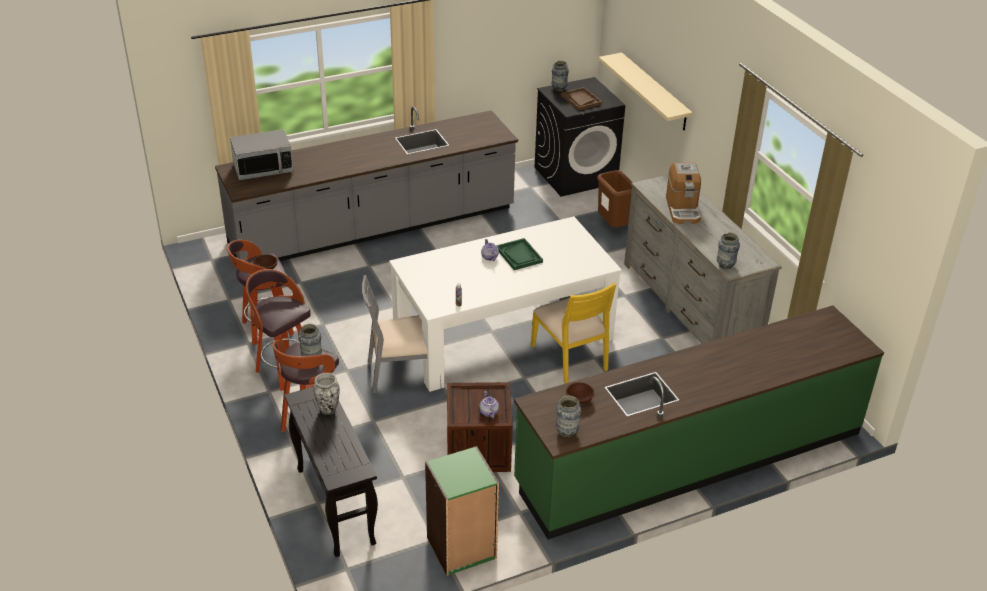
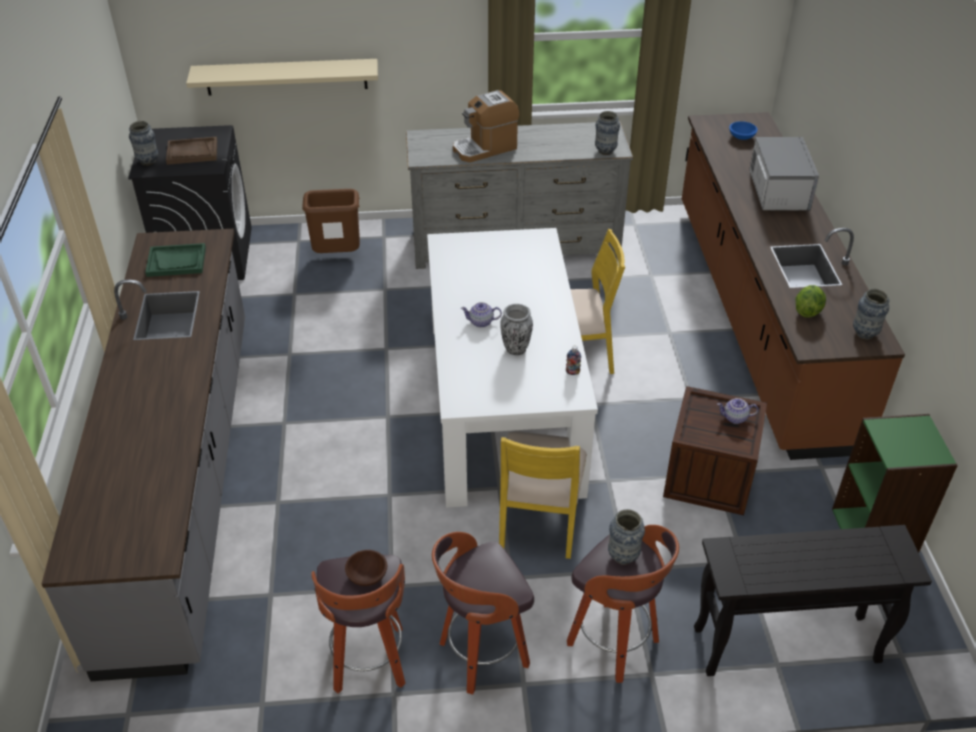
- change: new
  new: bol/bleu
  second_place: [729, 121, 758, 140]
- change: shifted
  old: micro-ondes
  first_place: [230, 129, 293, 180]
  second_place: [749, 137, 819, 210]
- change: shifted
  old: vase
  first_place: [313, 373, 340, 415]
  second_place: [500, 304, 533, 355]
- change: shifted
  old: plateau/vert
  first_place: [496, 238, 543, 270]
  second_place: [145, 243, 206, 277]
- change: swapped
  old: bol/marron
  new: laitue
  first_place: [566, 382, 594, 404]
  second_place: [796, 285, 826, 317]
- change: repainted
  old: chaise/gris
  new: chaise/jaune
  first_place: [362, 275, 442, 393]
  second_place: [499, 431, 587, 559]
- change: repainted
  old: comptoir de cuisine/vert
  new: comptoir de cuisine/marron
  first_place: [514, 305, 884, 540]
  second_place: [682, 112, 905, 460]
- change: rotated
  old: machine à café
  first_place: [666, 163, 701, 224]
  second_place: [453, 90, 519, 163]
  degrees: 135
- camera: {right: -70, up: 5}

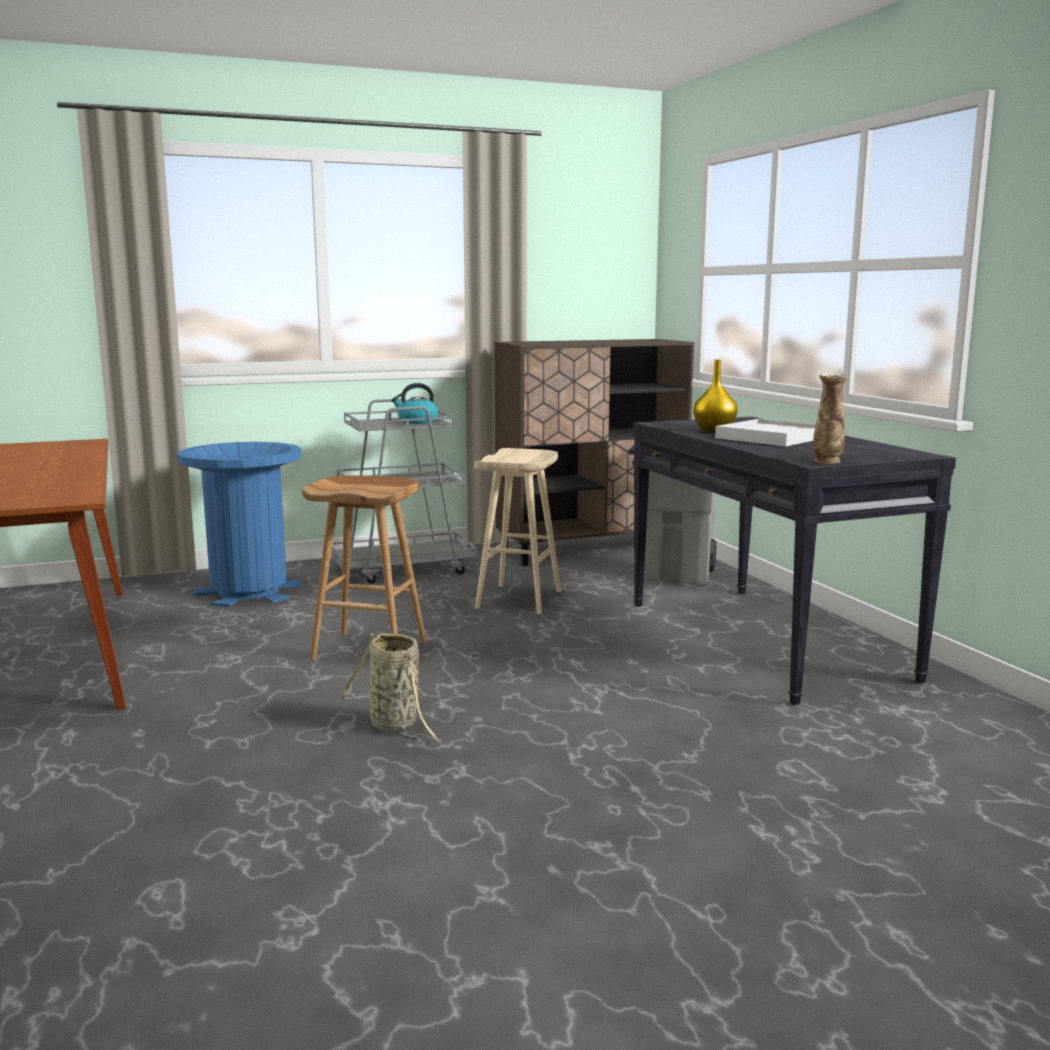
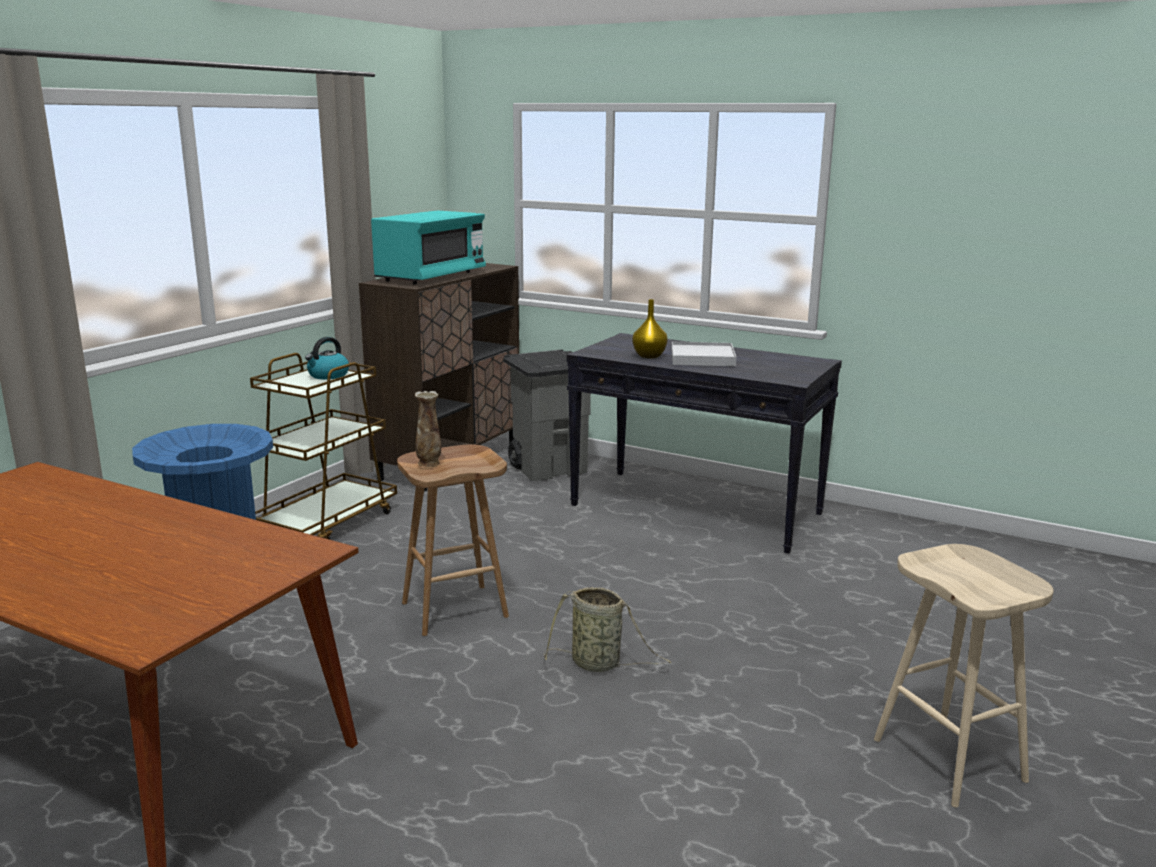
- change: new
  new: micro-ondes/turquoise
  second_place: [371, 211, 486, 285]
- change: shifted
  old: tabouret/beige
  first_place: [474, 448, 561, 614]
  second_place: [874, 544, 1054, 808]
- change: shifted
  old: vase
  first_place: [813, 374, 848, 464]
  second_place: [415, 391, 441, 467]
- change: repainted
  old: chariot/gris
  new: chariot/marron
  first_place: [331, 399, 477, 584]
  second_place: [250, 353, 397, 540]
- camera: {right: -40, up: 5}

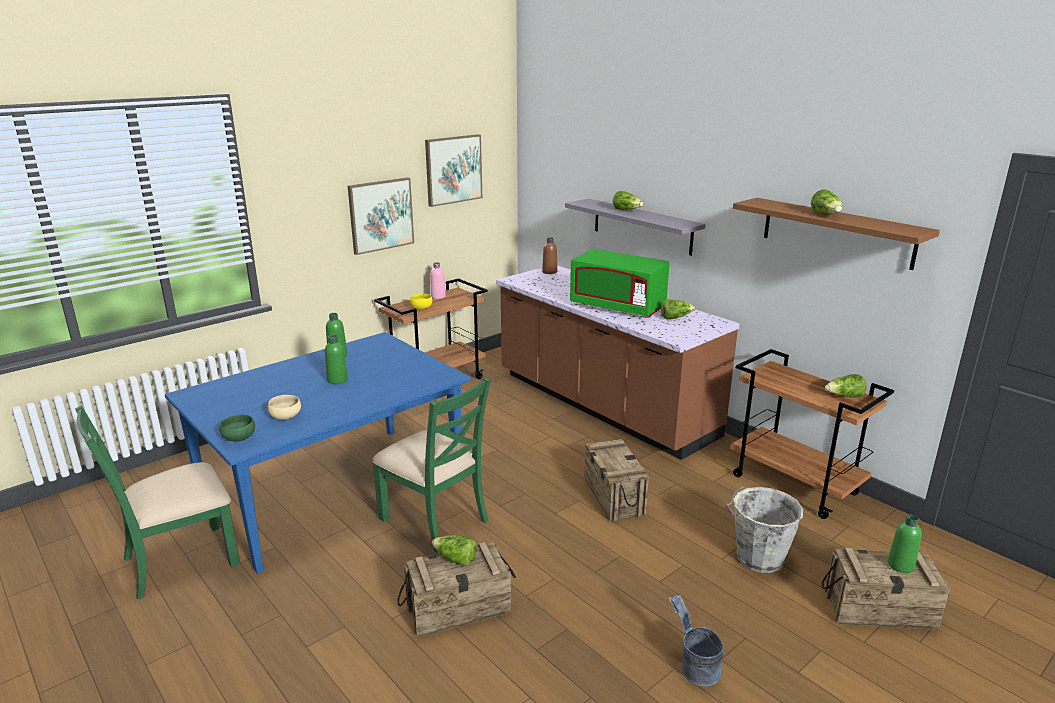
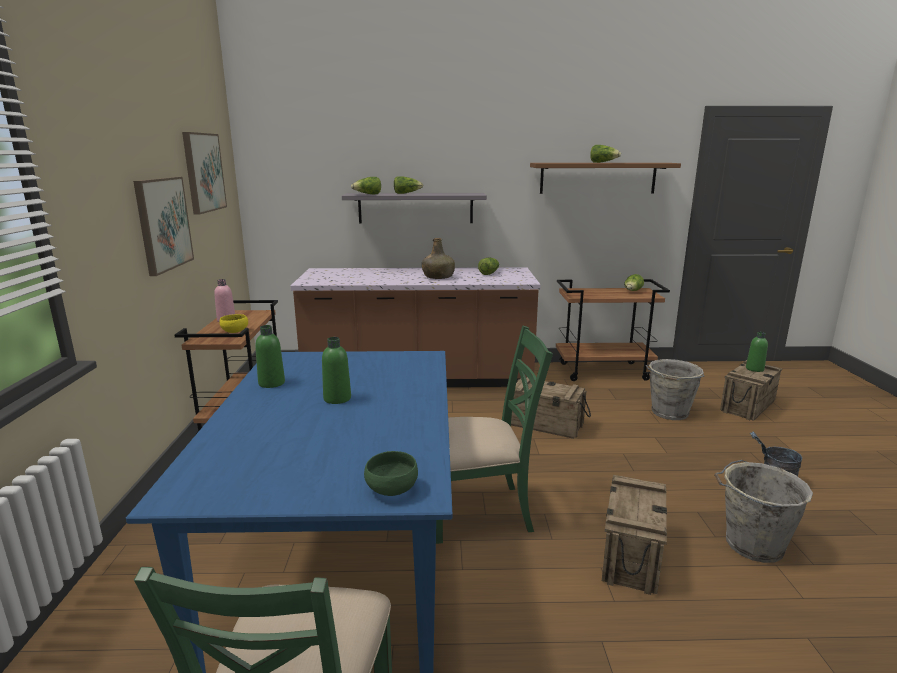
- change: gone
  old: bol/beige
  first_place: [268, 395, 301, 420]
- change: gone
  old: bouteille/marron
  first_place: [542, 237, 557, 274]
- change: new
  new: seau/gris
  second_place: [714, 460, 813, 563]
- change: shifted
  old: laitue
  first_place: [432, 535, 477, 566]
  second_place: [351, 177, 381, 194]
- change: swapped
  old: micro-ondes/vert
  new: bouteille/vert
  first_place: [570, 249, 670, 317]
  second_place: [422, 238, 455, 279]
- camera: {right: -50, up: -5}

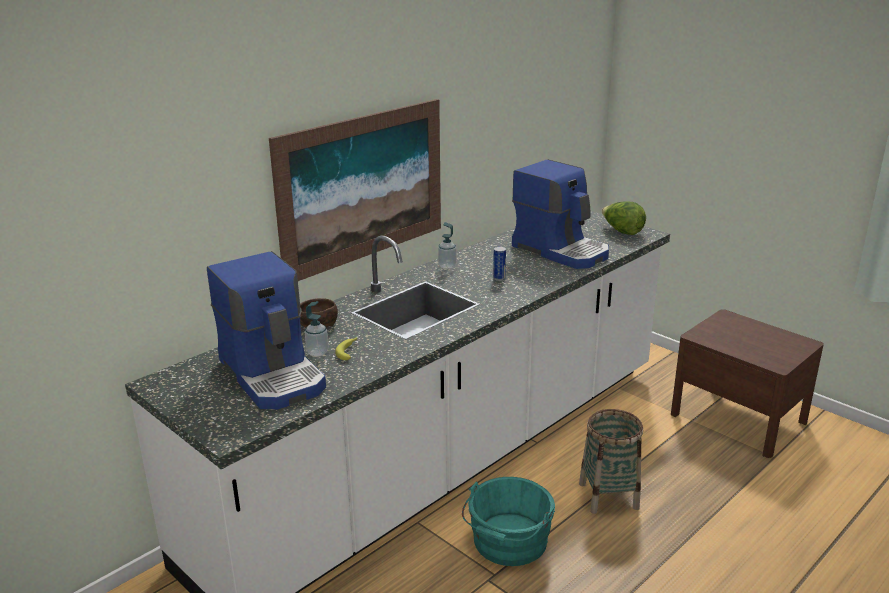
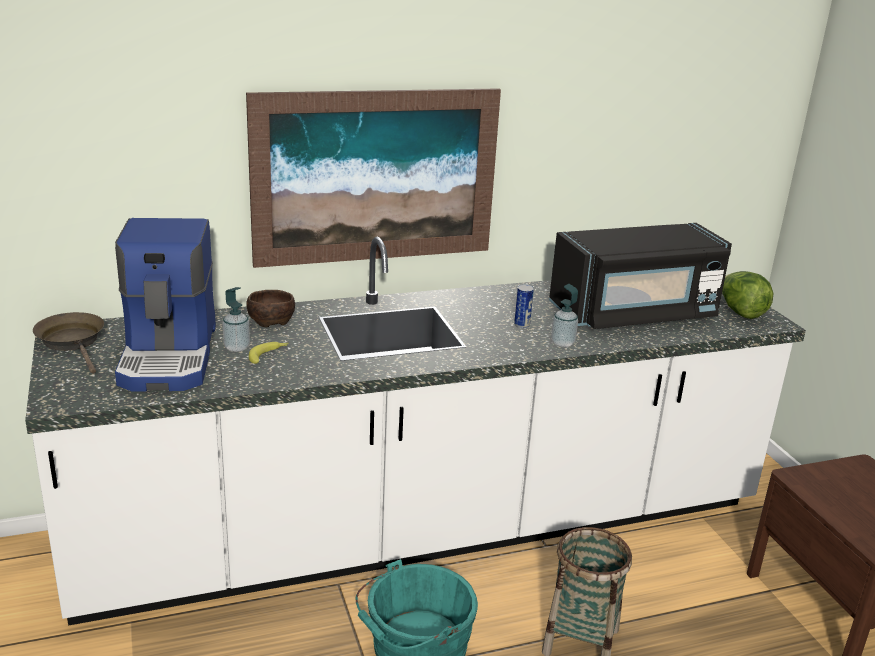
- change: new
  new: poêle/marron
  second_place: [33, 312, 104, 374]
- change: shifted
  old: distributeur de savon
  first_place: [438, 222, 456, 269]
  second_place: [551, 284, 578, 347]
- change: swapped
  old: machine à café
  new: micro-ondes/noir
  first_place: [512, 159, 609, 269]
  second_place: [549, 223, 732, 329]
- camera: {right: 25, up: 0}

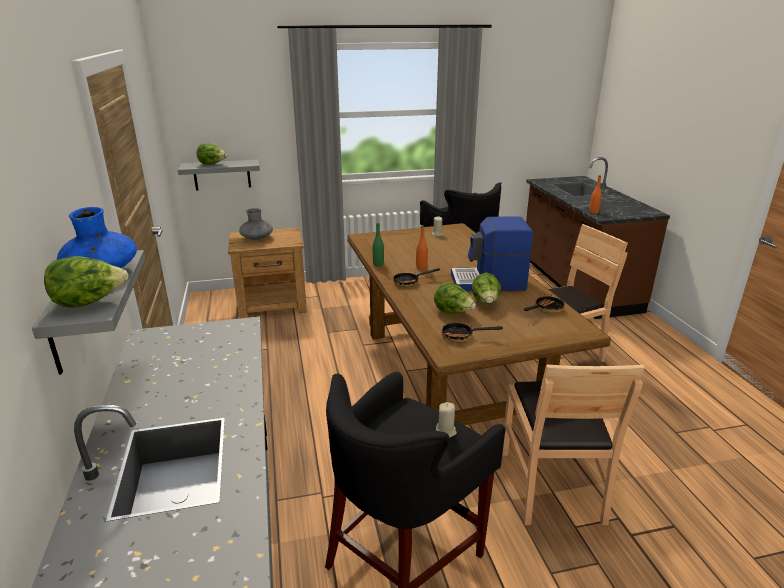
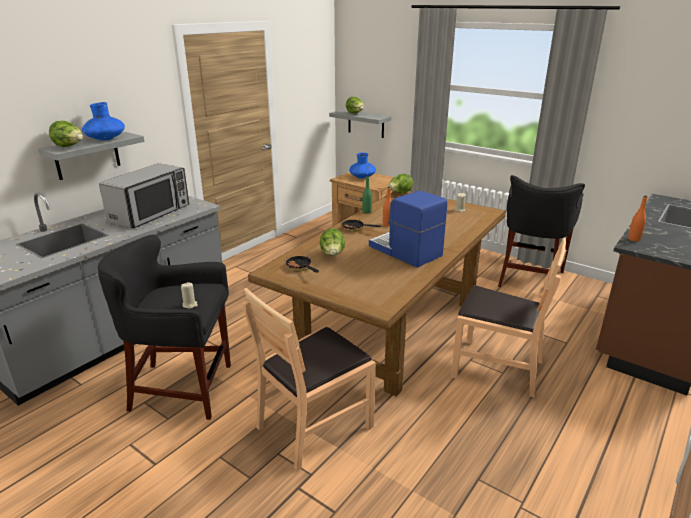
- change: gone
  old: poêle
  first_place: [524, 294, 565, 314]
- change: new
  new: micro-ondes
  second_place: [99, 163, 189, 228]
- change: shifted
  old: laitue
  first_place: [472, 273, 501, 304]
  second_place: [387, 174, 413, 193]
- change: repainted
  old: vase/gris
  new: vase/bleu
  first_place: [239, 208, 273, 241]
  second_place: [349, 153, 376, 179]
- camera: {right: 50, up: 0}

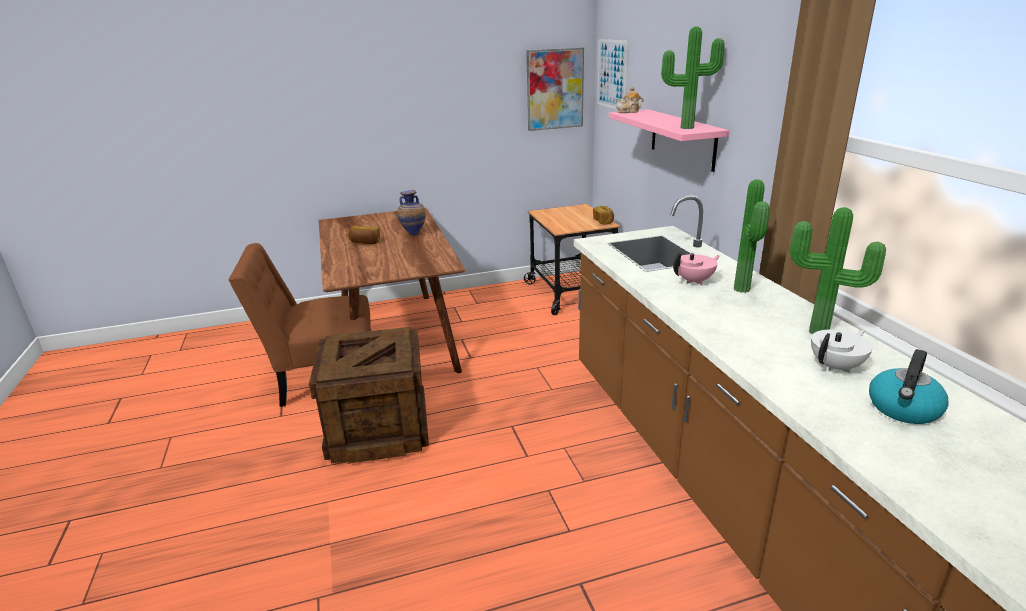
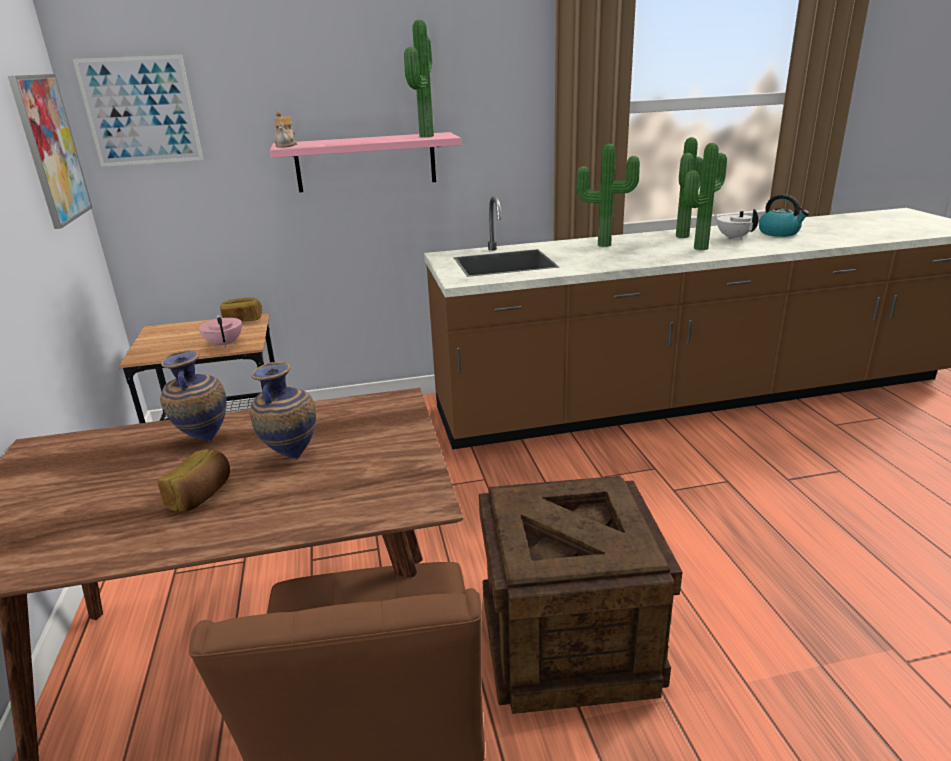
- change: new
  new: vase
  second_place: [250, 362, 316, 459]
- change: new
  new: plante en pot
  second_place: [683, 143, 727, 250]
- change: shifted
  old: théière/rose
  first_place: [673, 252, 720, 285]
  second_place: [199, 315, 242, 348]
- camera: {right: -85, up: 0}

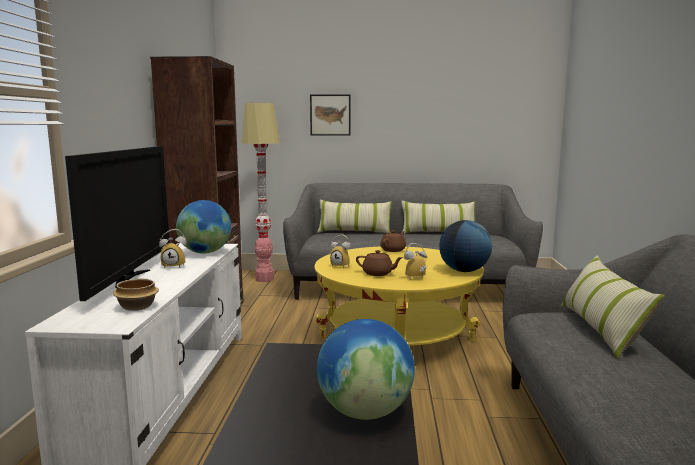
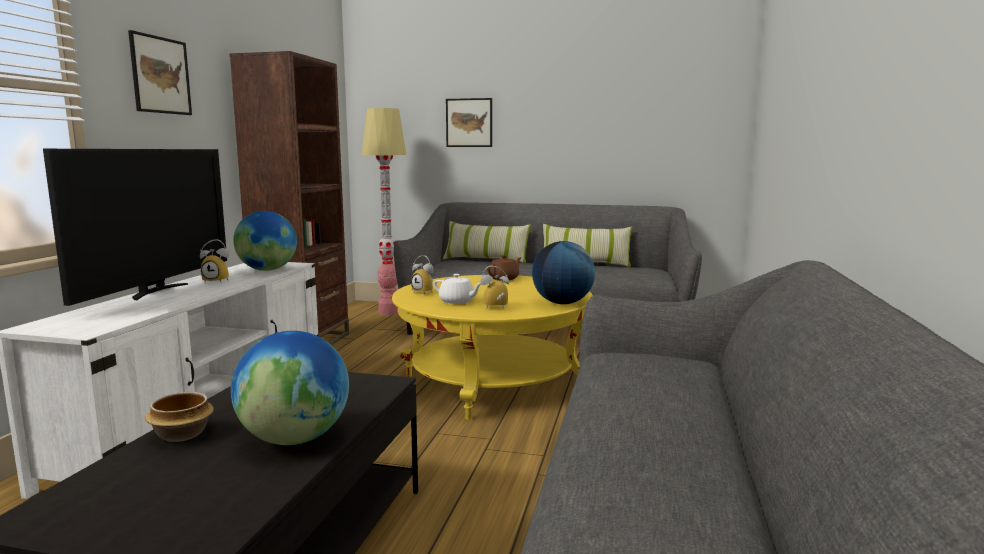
- change: gone
  old: coussin
  first_place: [561, 255, 665, 359]
- change: new
  new: tableau
  second_place: [128, 30, 192, 115]
- change: shifted
  old: bol
  first_place: [113, 279, 159, 311]
  second_place: [145, 392, 214, 442]
- change: repainted
  old: théière/marron
  new: théière/blanc
  first_place: [356, 250, 403, 276]
  second_place: [434, 274, 481, 304]
- camera: {right: 10, up: 0}

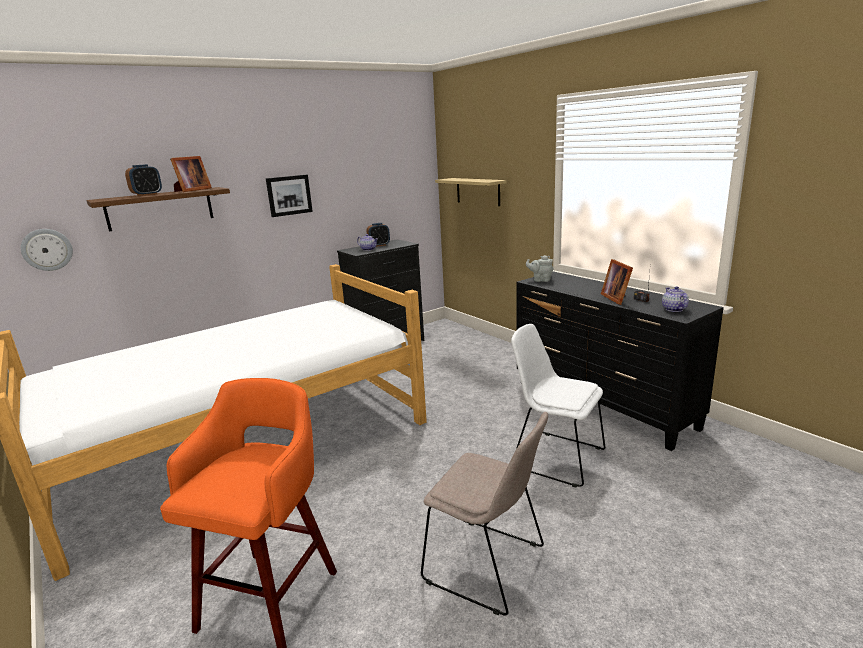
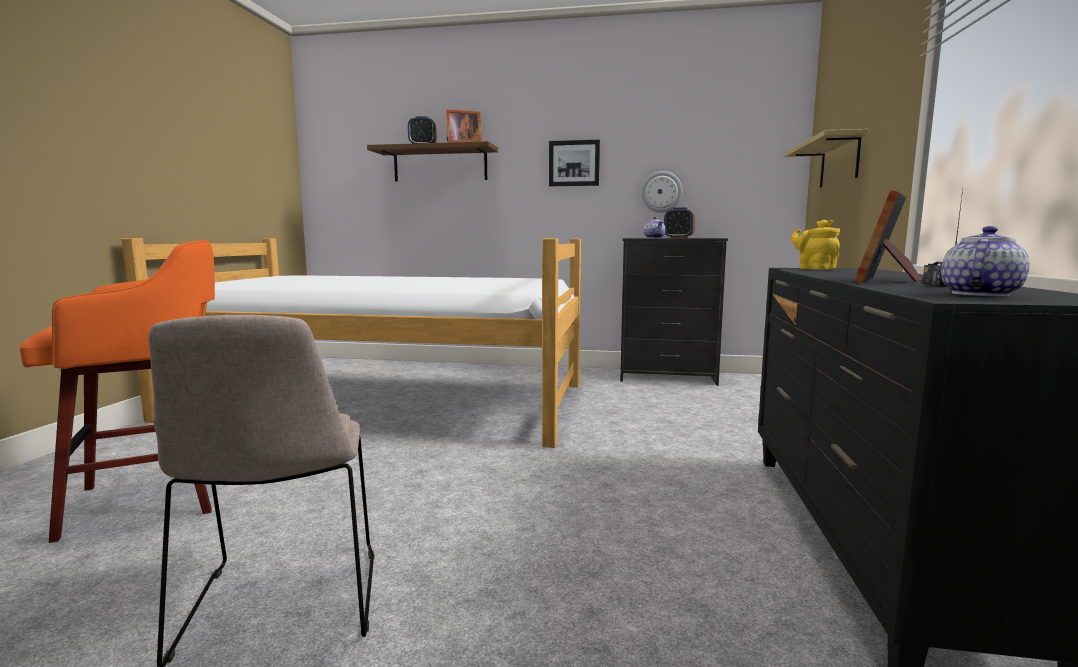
- change: gone
  old: chaise/blanc
  first_place: [511, 324, 605, 488]
- change: shifted
  old: horloge murale
  first_place: [21, 229, 73, 271]
  second_place: [641, 171, 682, 213]
- change: repainted
  old: théière/gris
  new: théière/jaune
  first_place: [526, 255, 554, 282]
  second_place: [791, 219, 840, 270]
- camera: {right: 45, up: -10}

